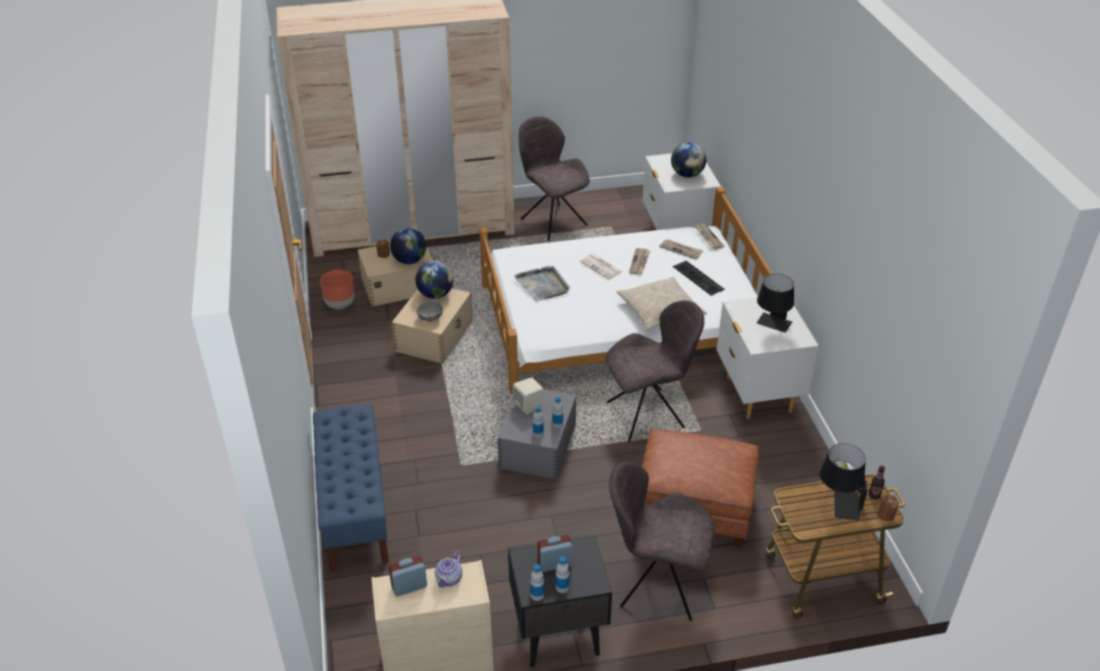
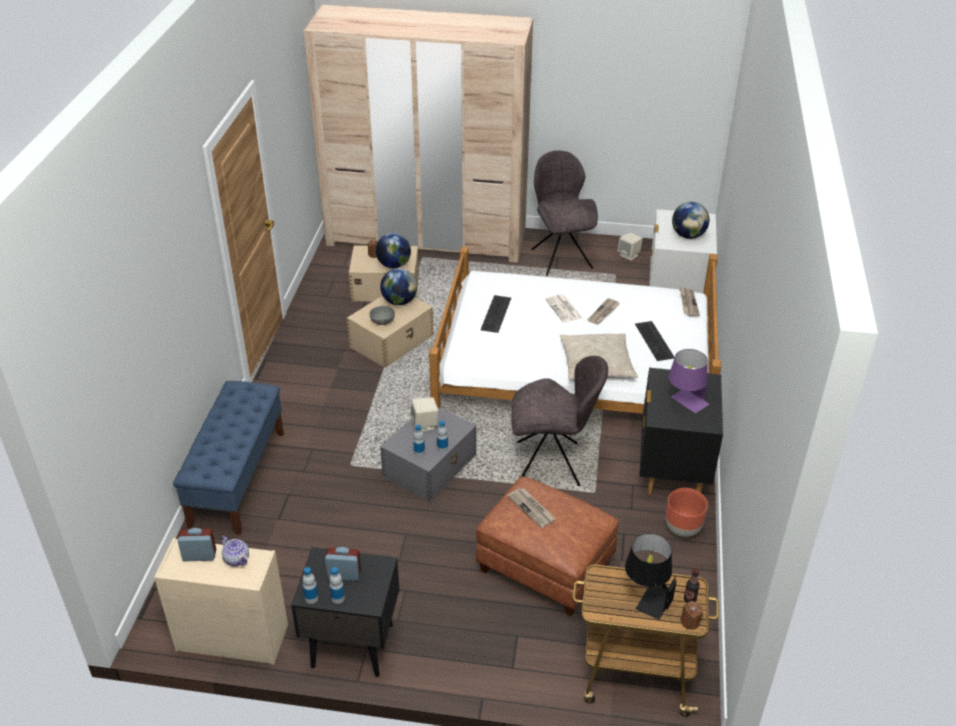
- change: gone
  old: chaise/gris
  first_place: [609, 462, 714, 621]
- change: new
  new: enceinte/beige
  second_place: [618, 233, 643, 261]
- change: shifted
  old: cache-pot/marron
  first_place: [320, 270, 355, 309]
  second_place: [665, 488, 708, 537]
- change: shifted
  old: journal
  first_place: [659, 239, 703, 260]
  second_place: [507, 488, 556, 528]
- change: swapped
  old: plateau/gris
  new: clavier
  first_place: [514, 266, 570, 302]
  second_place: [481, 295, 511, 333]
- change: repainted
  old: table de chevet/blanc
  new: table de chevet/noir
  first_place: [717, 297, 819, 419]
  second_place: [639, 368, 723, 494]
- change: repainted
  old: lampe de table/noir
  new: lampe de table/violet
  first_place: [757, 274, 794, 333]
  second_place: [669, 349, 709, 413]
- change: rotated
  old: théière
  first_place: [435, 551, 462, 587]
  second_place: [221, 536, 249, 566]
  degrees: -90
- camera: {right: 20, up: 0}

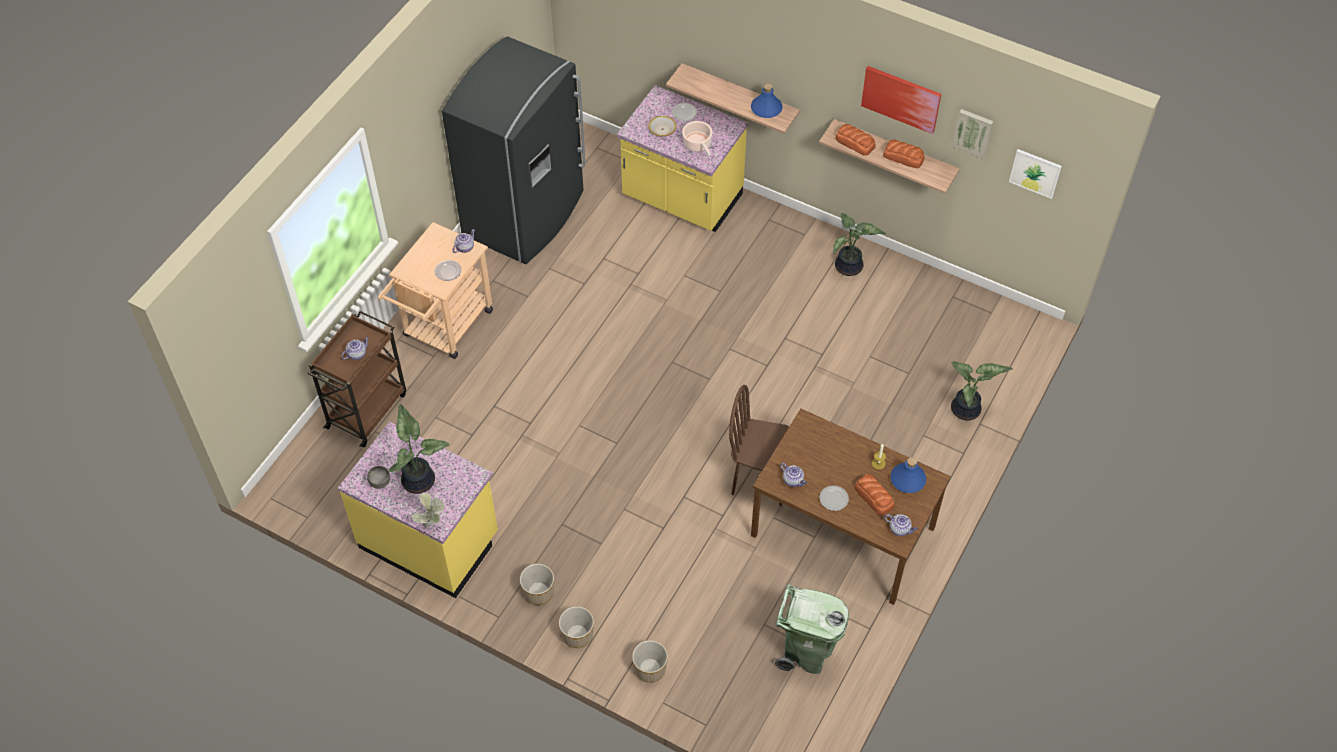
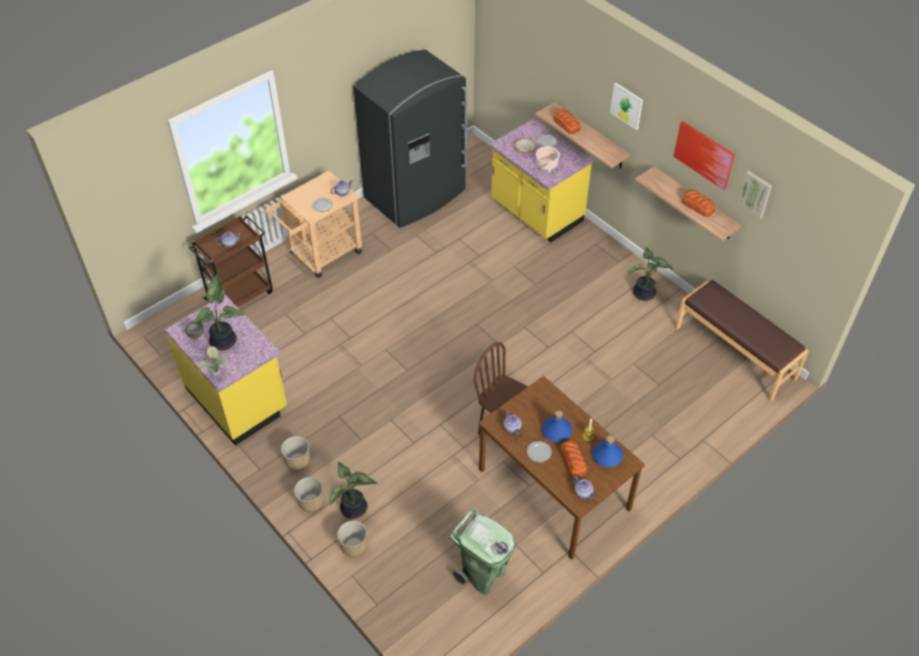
- change: new
  new: banc/marron
  second_place: [675, 279, 809, 402]
- change: shifted
  old: bouteille/bleu
  first_place: [751, 84, 783, 118]
  second_place: [542, 411, 572, 442]
- change: shifted
  old: pain
  first_place: [836, 124, 876, 156]
  second_place: [554, 109, 581, 134]
- change: shifted
  old: plante en pot
  first_place: [951, 361, 1013, 421]
  second_place: [329, 462, 378, 519]
- change: shifted
  old: tableau
  first_place: [1009, 149, 1062, 199]
  second_place: [610, 83, 643, 130]
- camera: {right: 20, up: -5}

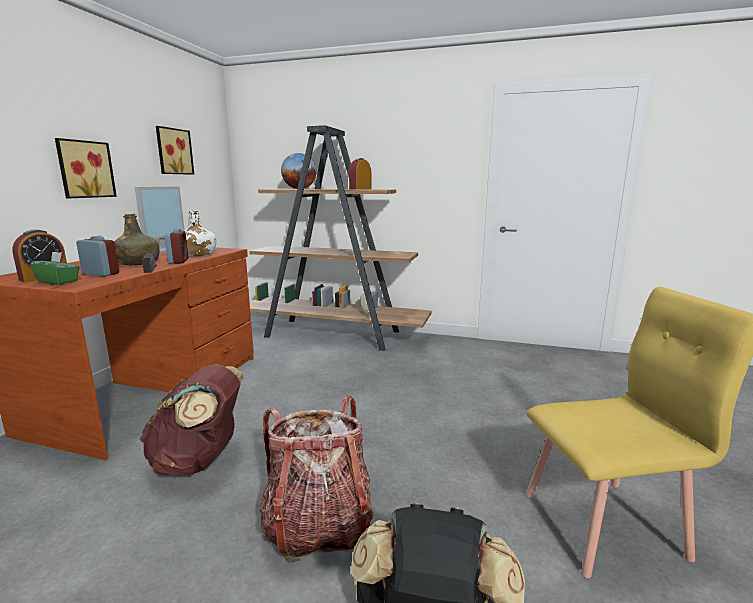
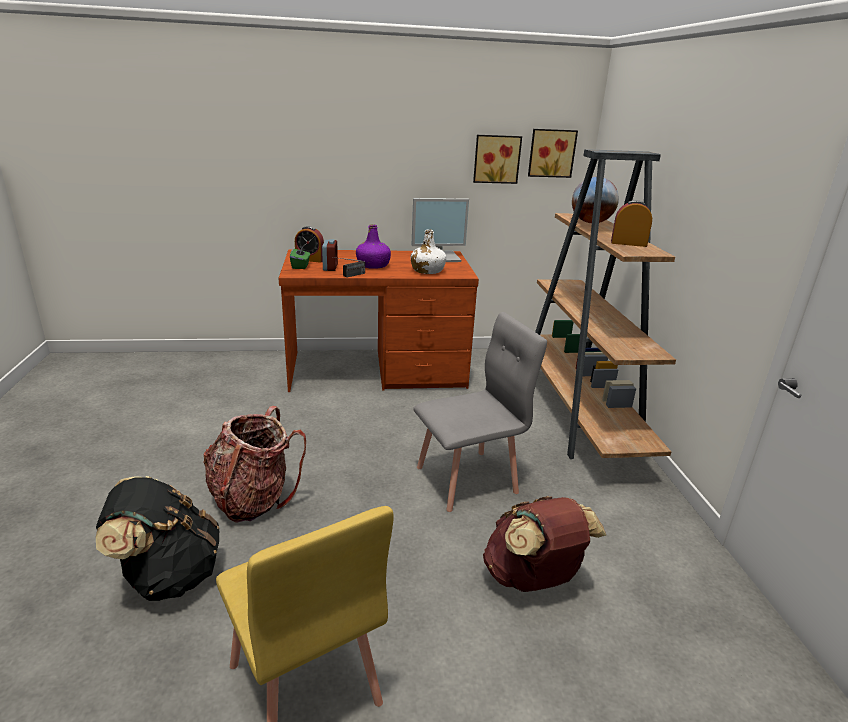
- change: gone
  old: réveil
  first_place: [165, 229, 188, 264]
- change: new
  new: chaise/gris
  second_place: [413, 312, 547, 512]
- change: shifted
  old: tableau
  first_place: [55, 138, 117, 198]
  second_place: [528, 129, 578, 178]
- change: shifted
  old: sac à dos/marron
  first_place: [140, 364, 244, 476]
  second_place: [483, 496, 606, 592]
- change: repainted
  old: bouteille/vert
  new: bouteille/violet
  first_place: [114, 214, 159, 265]
  second_place: [356, 224, 391, 269]
- camera: {right: 65, up: 10}

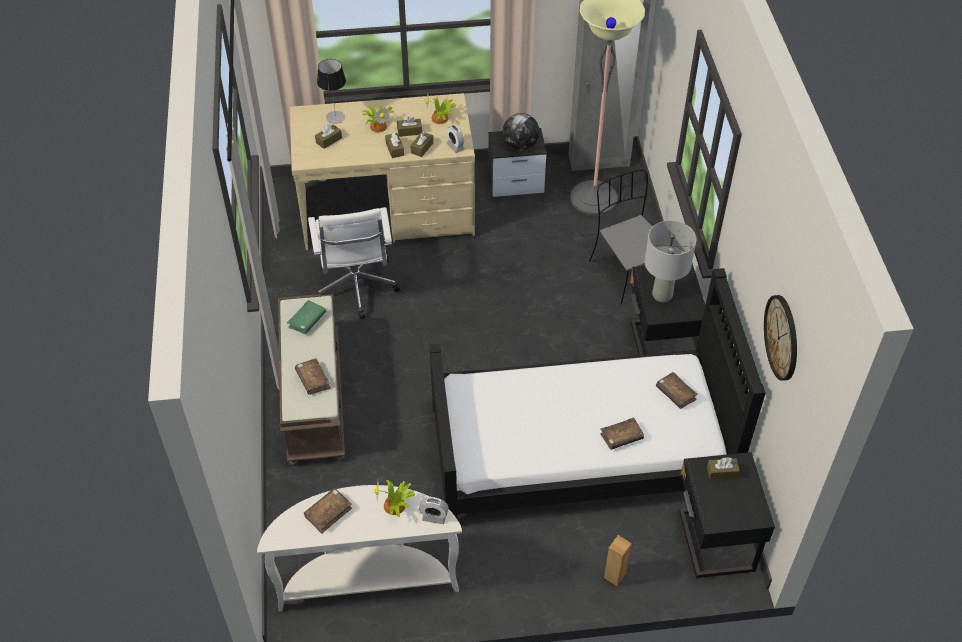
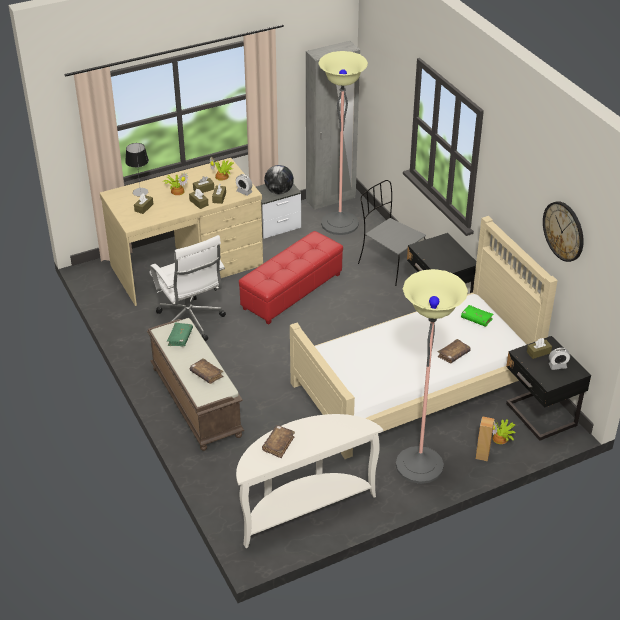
- change: gone
  old: lampe de table/gris
  first_place: [645, 220, 697, 303]
- change: new
  new: pouf/rouge
  second_place: [239, 231, 343, 325]
- change: new
  new: lampadaire
  second_place: [396, 269, 468, 484]
- change: shifted
  old: plante en pot
  first_place: [375, 480, 415, 517]
  second_place: [492, 419, 516, 444]
- change: shifted
  old: réveil
  first_place: [419, 497, 449, 524]
  second_place: [549, 348, 570, 370]
- change: repainted
  old: lit/noir
  new: lit/beige
  first_place: [429, 268, 766, 520]
  second_place: [290, 216, 558, 459]
- change: repainted
  old: livre/marron
  new: livre/vert
  first_place: [656, 372, 698, 409]
  second_place: [461, 305, 493, 327]
- camera: {right: -20, up: -10}

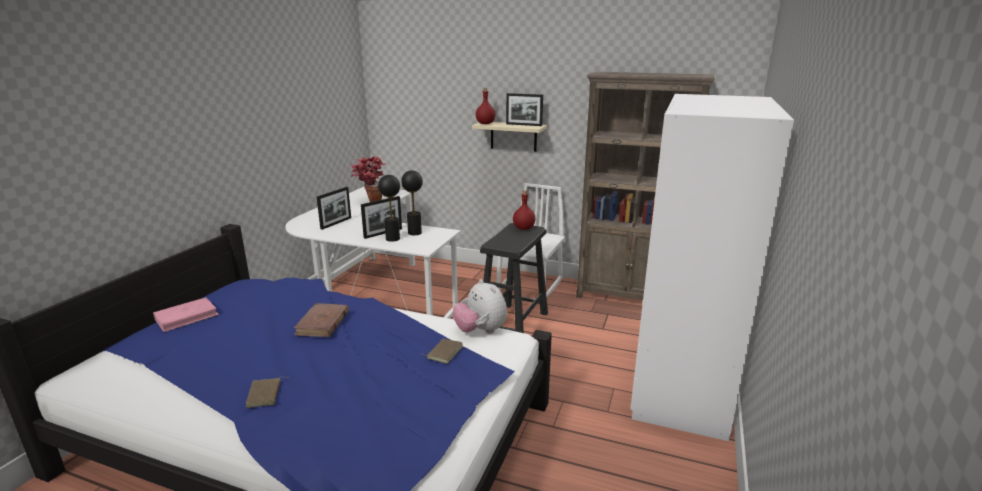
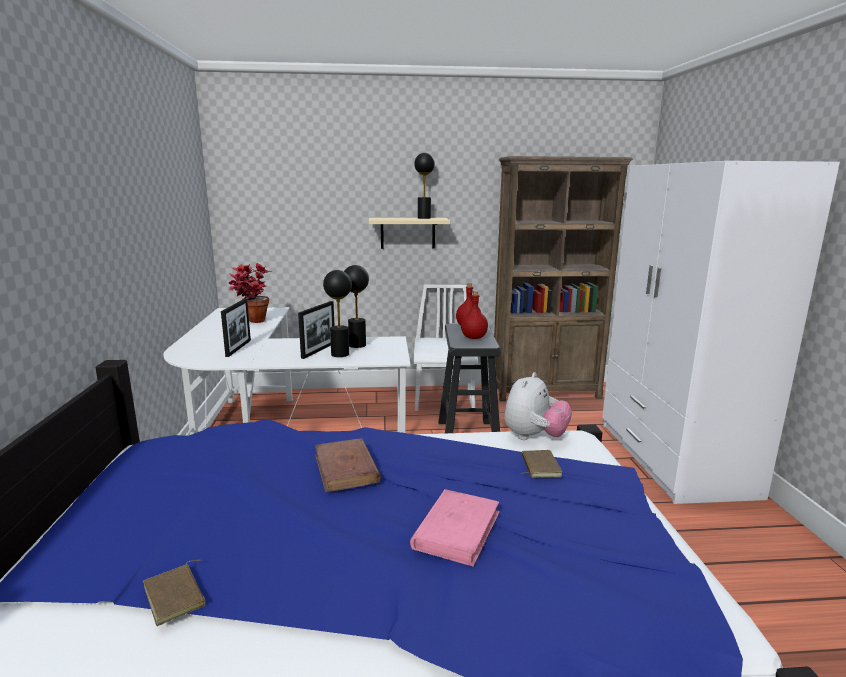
- change: shifted
  old: livre/rose
  first_place: [153, 297, 219, 332]
  second_place: [410, 489, 500, 566]
- change: shifted
  old: livre/marron
  first_place: [246, 376, 288, 408]
  second_place: [143, 560, 205, 626]
- change: shifted
  old: bouteille/rouge
  first_place: [476, 88, 496, 124]
  second_place: [461, 291, 488, 339]
- change: swapped
  old: cadre photo
  new: lampe de table/noir
  first_place: [506, 93, 543, 126]
  second_place: [414, 153, 435, 219]
- change: rotated
  old: peluche
  first_place: [453, 279, 507, 334]
  second_place: [504, 372, 572, 440]
  degrees: -90
- camera: {right: -25, up: -5}

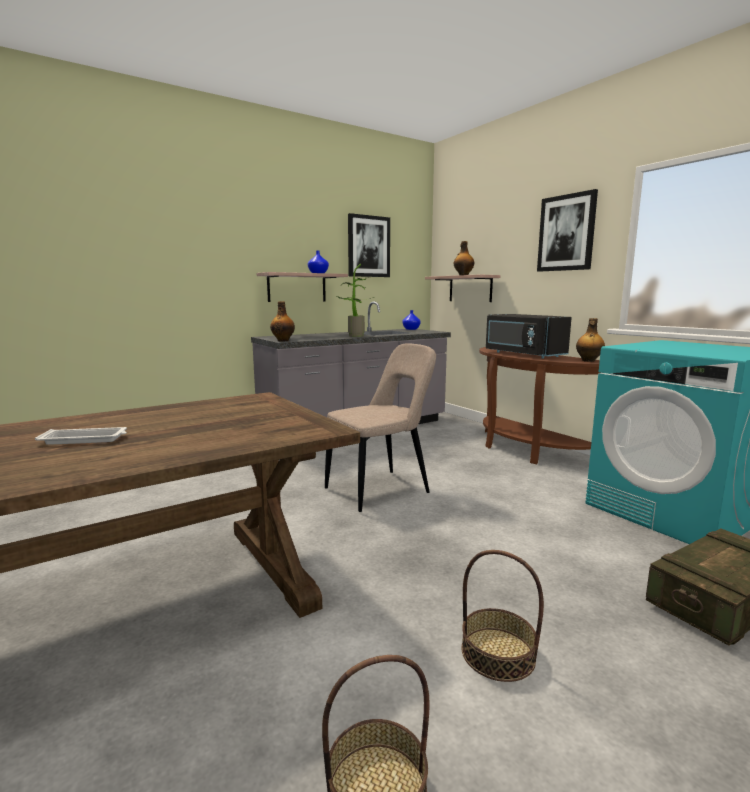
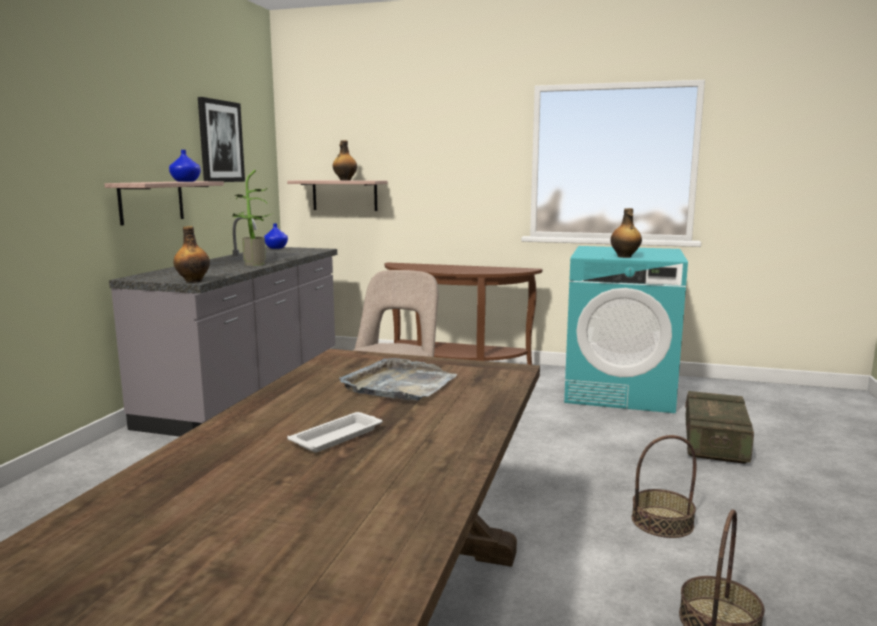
- change: gone
  old: micro-ondes/noir
  first_place: [486, 314, 572, 359]
- change: gone
  old: tableau
  first_place: [537, 189, 598, 272]
- change: new
  new: plateau/gris
  second_place: [339, 358, 457, 401]
- change: shifted
  old: bouteille
  first_place: [576, 318, 605, 362]
  second_place: [611, 208, 642, 258]
- camera: {right: -40, up: 0}

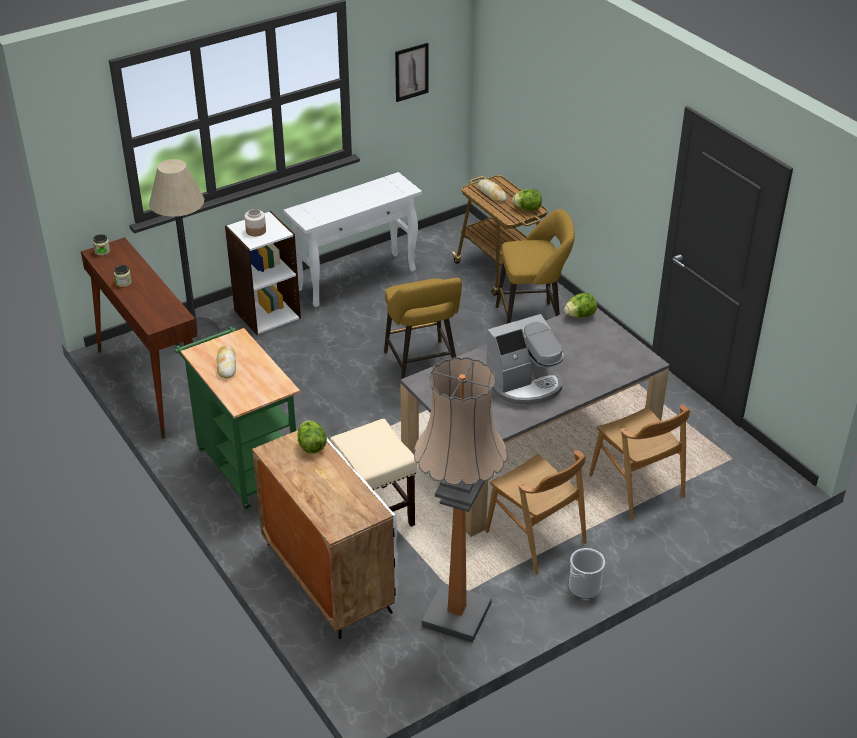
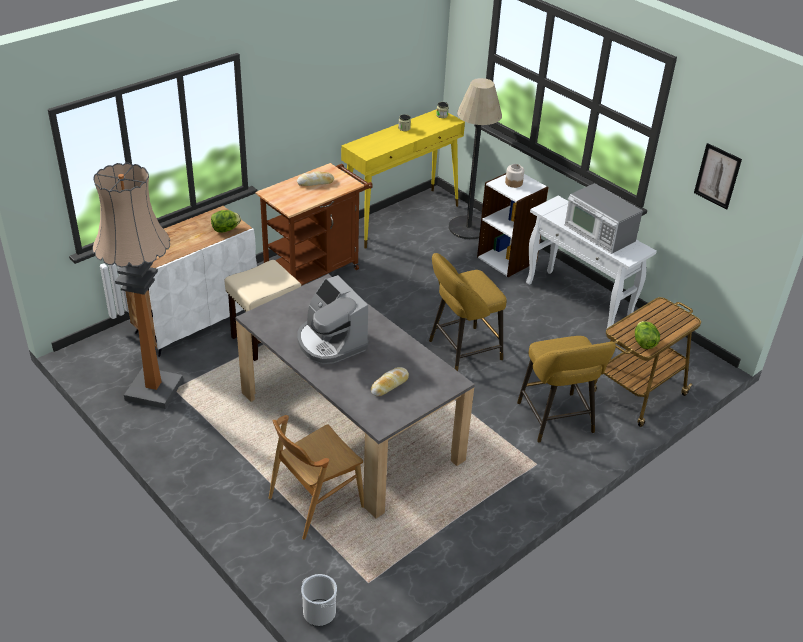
- change: gone
  old: chaise/marron
  first_place: [485, 450, 587, 575]
- change: gone
  old: laitue
  first_place: [564, 293, 597, 318]
- change: new
  new: micro-ondes
  second_place: [565, 183, 643, 254]
- change: shifted
  old: pain
  first_place: [478, 179, 507, 202]
  second_place: [371, 367, 409, 396]
- change: shifted
  old: seau
  first_place: [569, 548, 605, 599]
  second_place: [301, 574, 337, 626]
- change: repainted
  old: table console/marron
  new: table console/jaune
  first_place: [81, 237, 197, 438]
  second_place: [341, 109, 465, 249]
- change: repainted
  old: chariot/vert
  new: chariot/marron
  first_place: [174, 326, 300, 510]
  second_place: [255, 163, 373, 286]
- camera: {right: 80, up: 0}

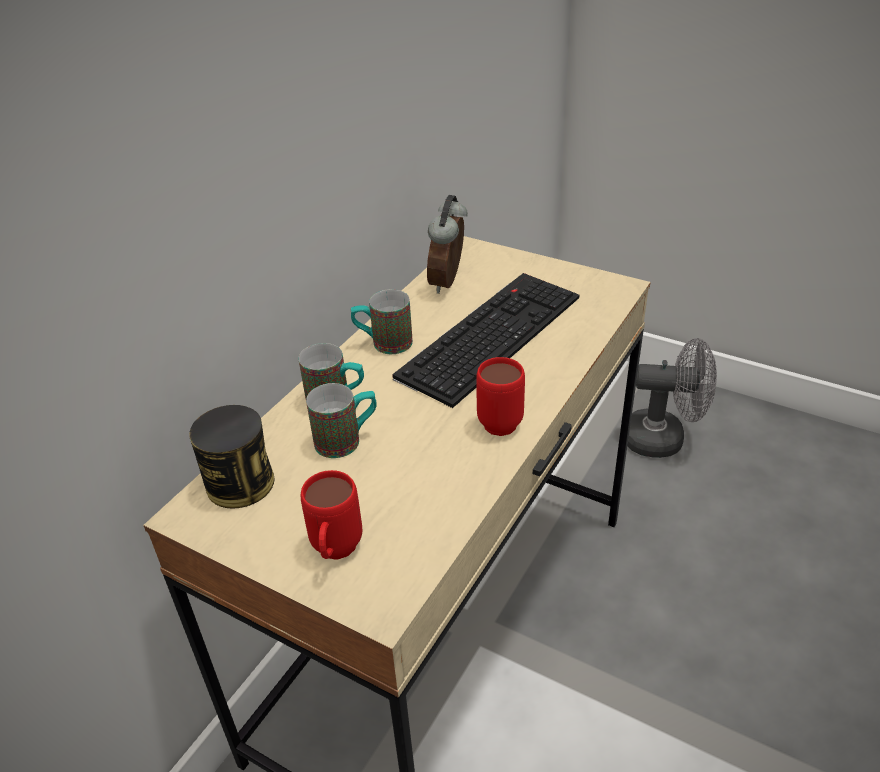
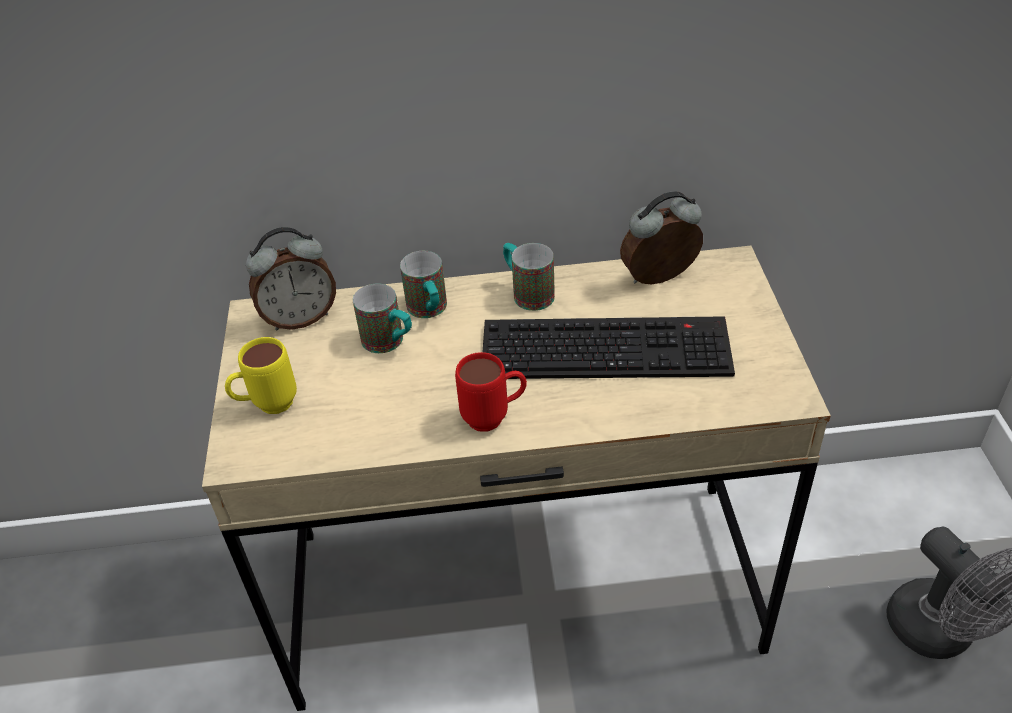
- change: swapped
  old: boîte métallique
  new: réveil
  first_place: [189, 405, 275, 509]
  second_place: [246, 227, 336, 330]
- change: repainted
  old: mug/rouge
  new: mug/jaune
  first_place: [301, 470, 362, 560]
  second_place: [225, 337, 297, 414]
- camera: {right: 55, up: 5}

